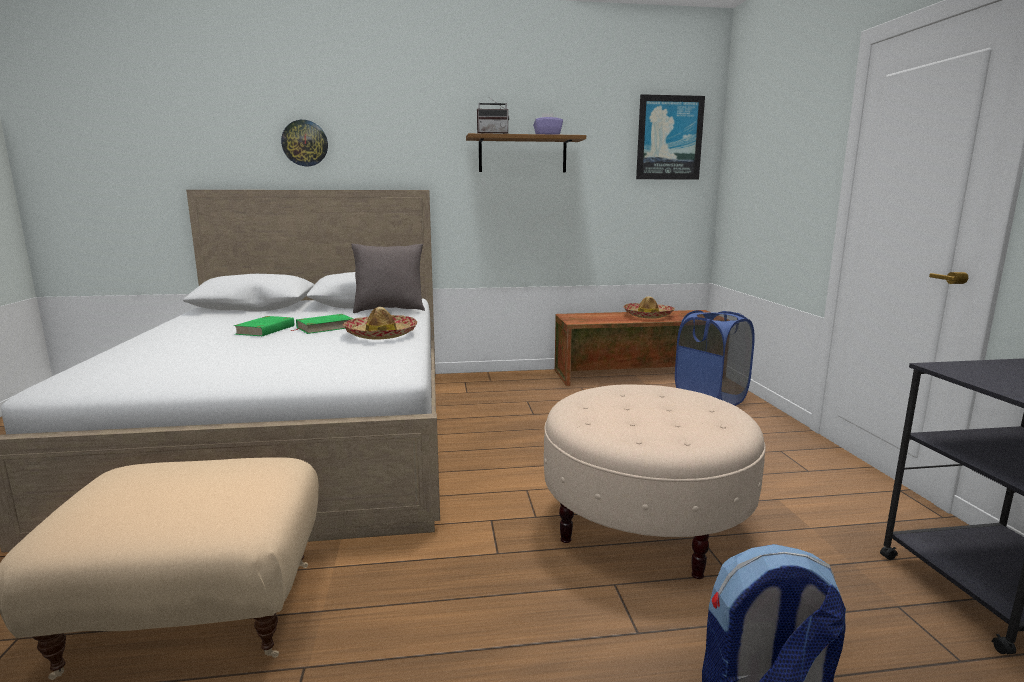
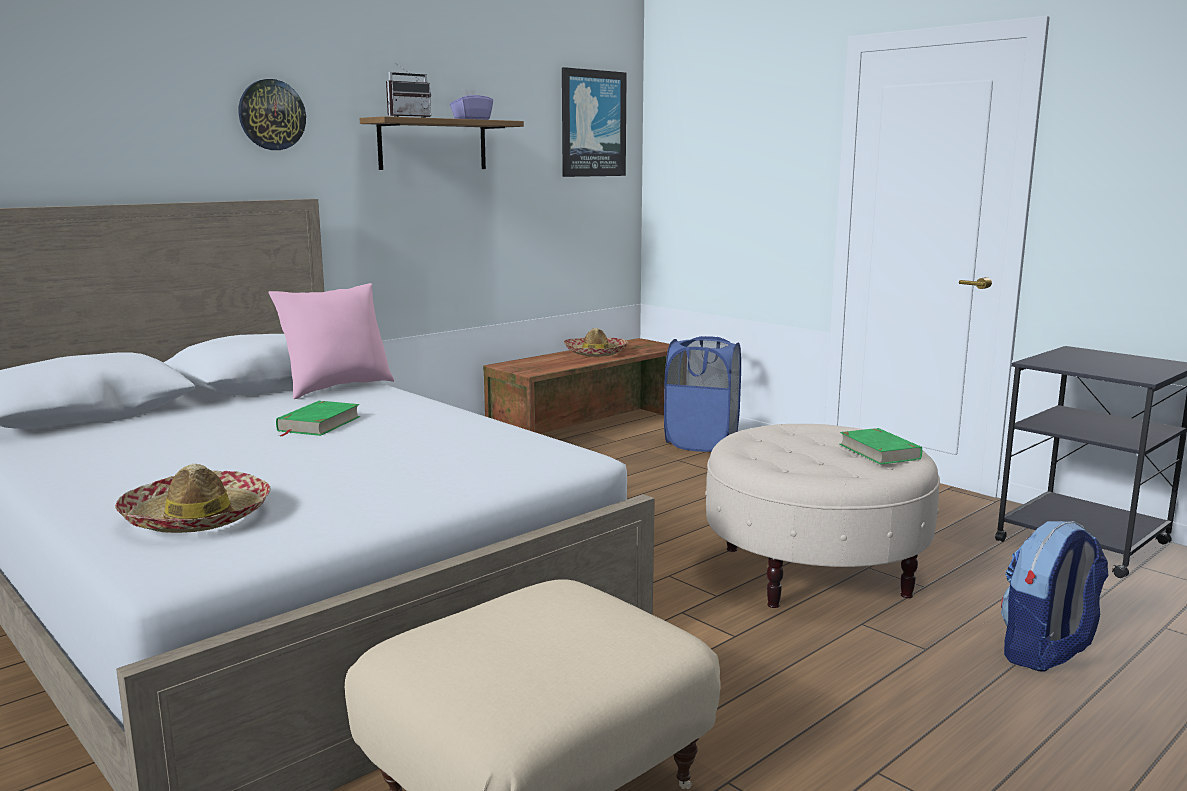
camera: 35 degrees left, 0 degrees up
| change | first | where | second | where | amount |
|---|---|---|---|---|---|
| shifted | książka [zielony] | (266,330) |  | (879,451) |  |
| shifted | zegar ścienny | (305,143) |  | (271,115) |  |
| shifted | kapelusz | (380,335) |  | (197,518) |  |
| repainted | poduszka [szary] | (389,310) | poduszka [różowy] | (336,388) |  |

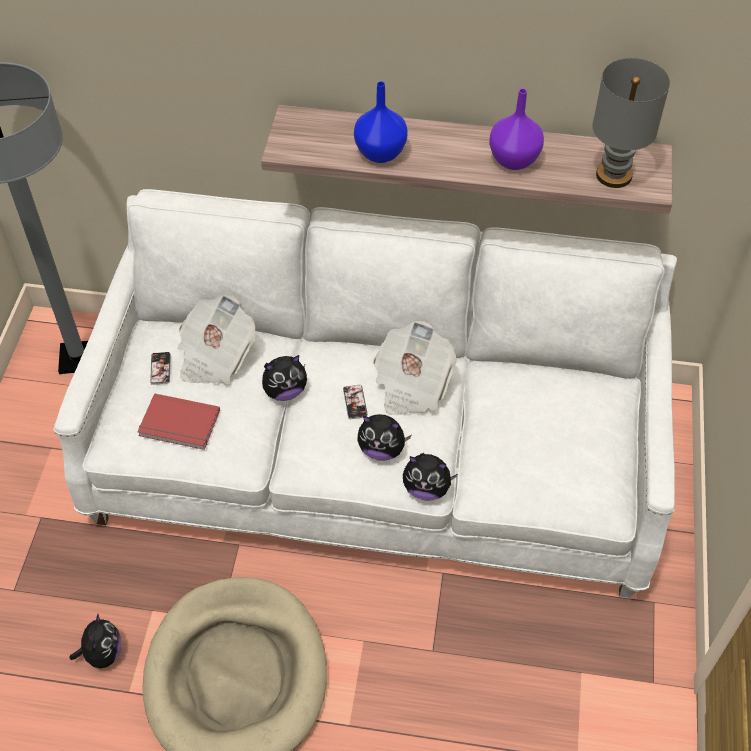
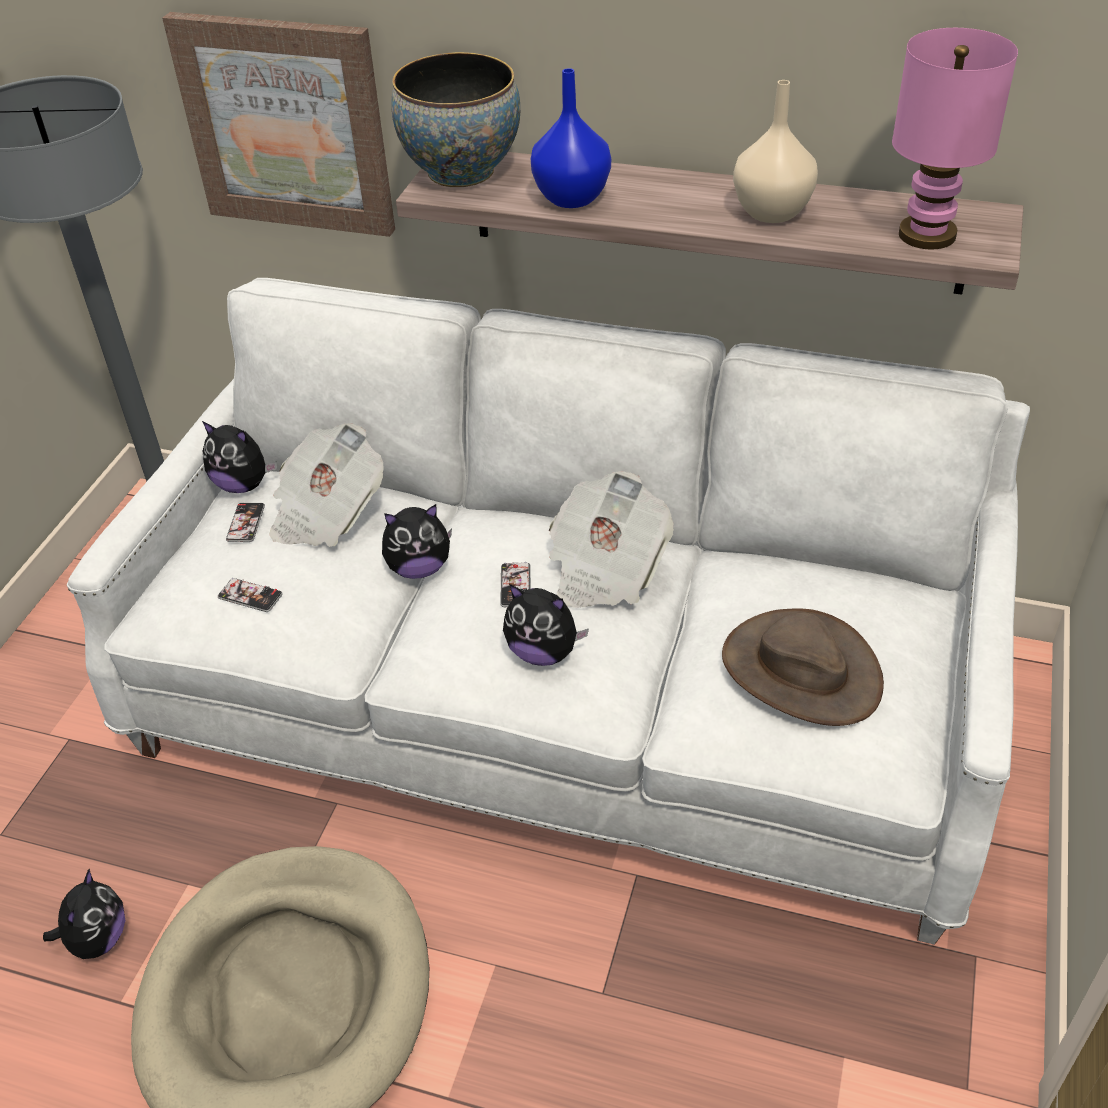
camera: 10 degrees right, 10 degrees down
| change | first | where | second | where | amount |
|---|---|---|---|---|---|
| new |  |  | obraz | (287,124) |  |
| new |  |  | miska | (461,172) |  |
| new |  |  | kapelusz [brązowy] | (800,671) |  |
| shifted | pluszak | (426,488) |  | (243,485) |  |
| swapped | książka [czerwony] | (179,425) | telefon | (250,596) |  |
| repainted | wazon [fioletowy] | (513,161) | wazon [beżowy] | (771,213) |  |
| repainted | lampa stołowa [szary] | (613,175) | lampa stołowa [różowy] | (925,235) |  |

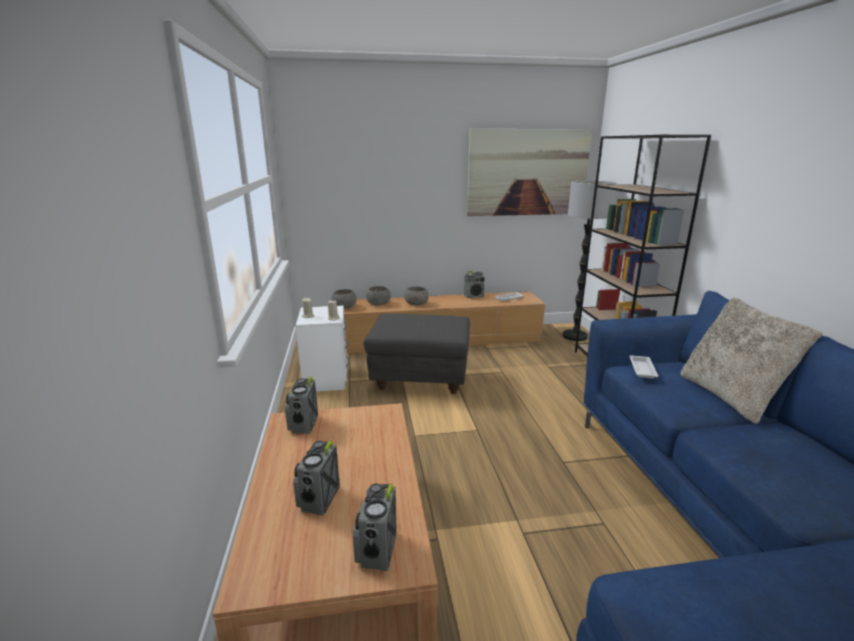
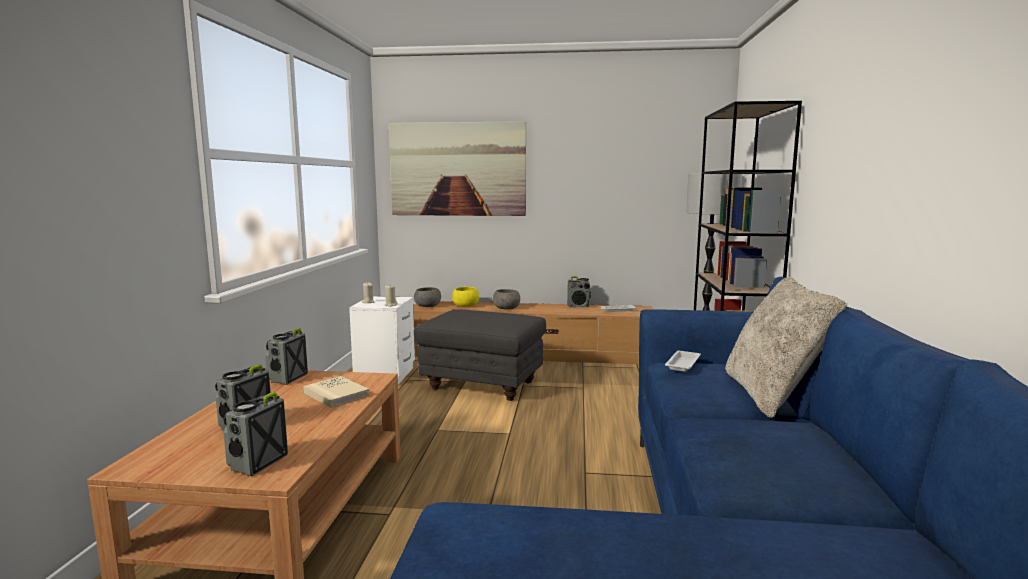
camera: 15 degrees right, 10 degrees down
| change | first | where | second | where | amount |
|---|---|---|---|---|---|
| new |  |  | książka [beżowy] | (336,394) |  |
| shifted | obraz | (527,172) |  | (458,169) |  |
| repainted | miska [szary] | (378,304) | miska [żółty] | (465,306) |  |

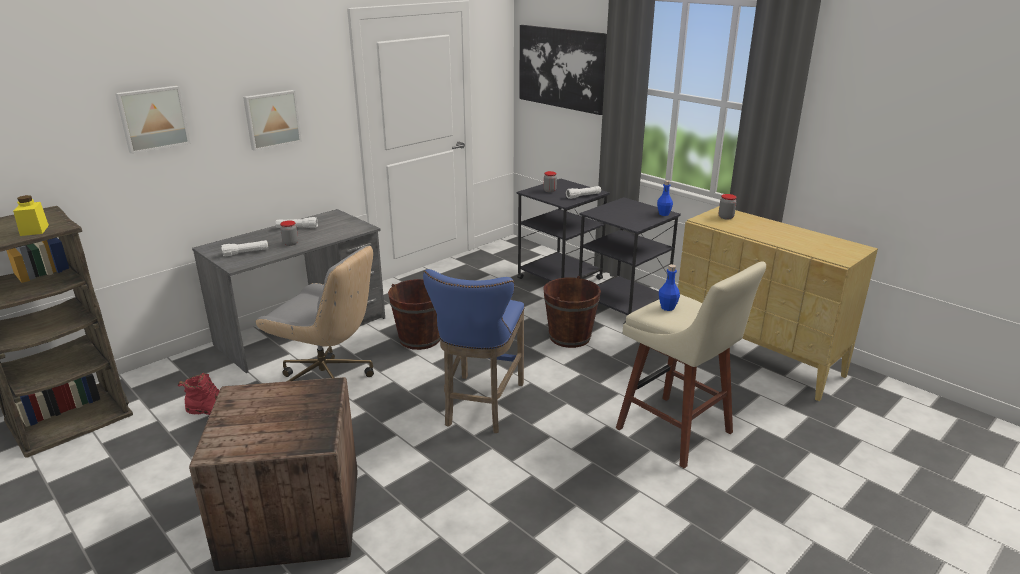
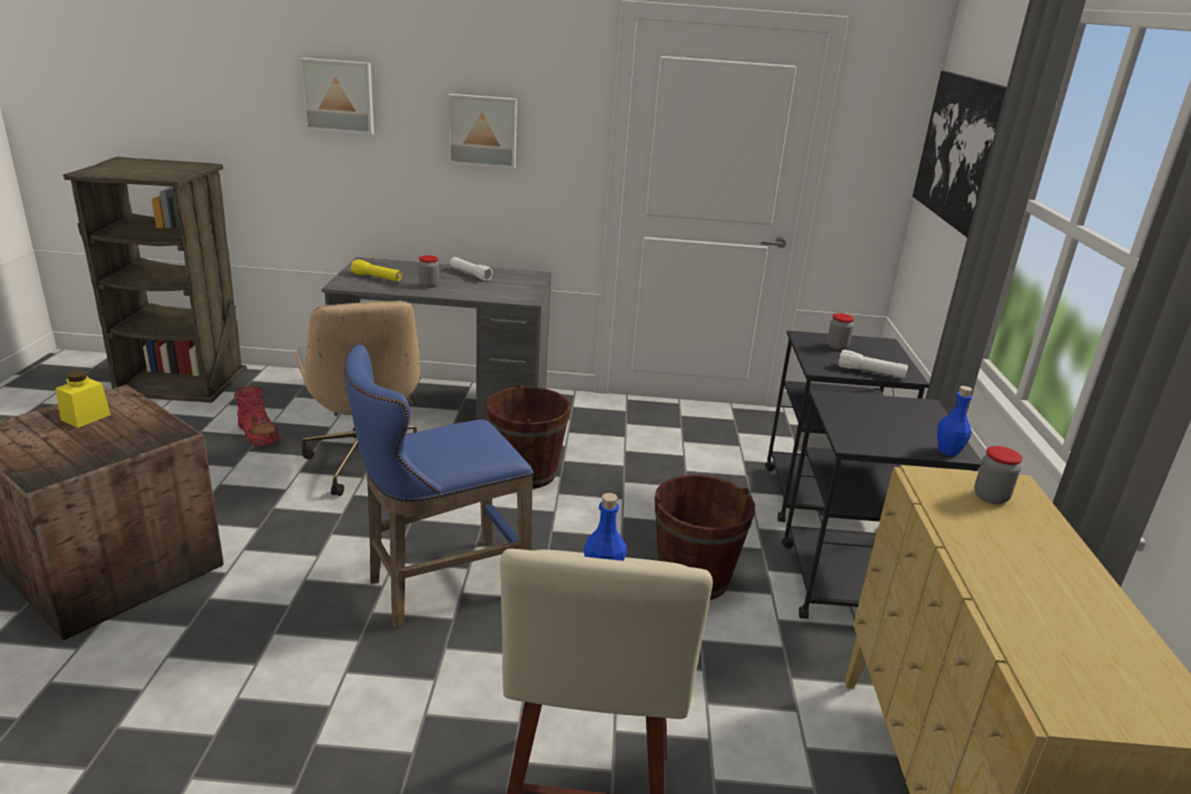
camera: 45 degrees right, 0 degrees up
| change | first | where | second | where | amount |
|---|---|---|---|---|---|
| shifted | słoik [żółty] | (34,230) |  | (86,417) |  |
| repainted | latarka [biały] | (246,253) | latarka [żółty] | (377,278) |  |

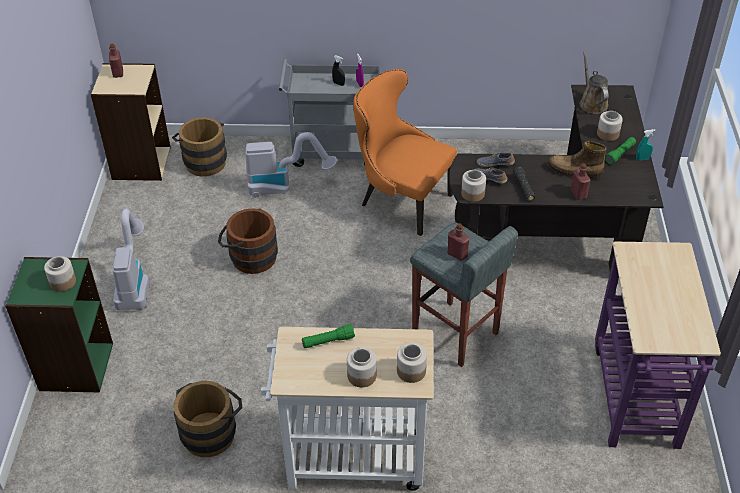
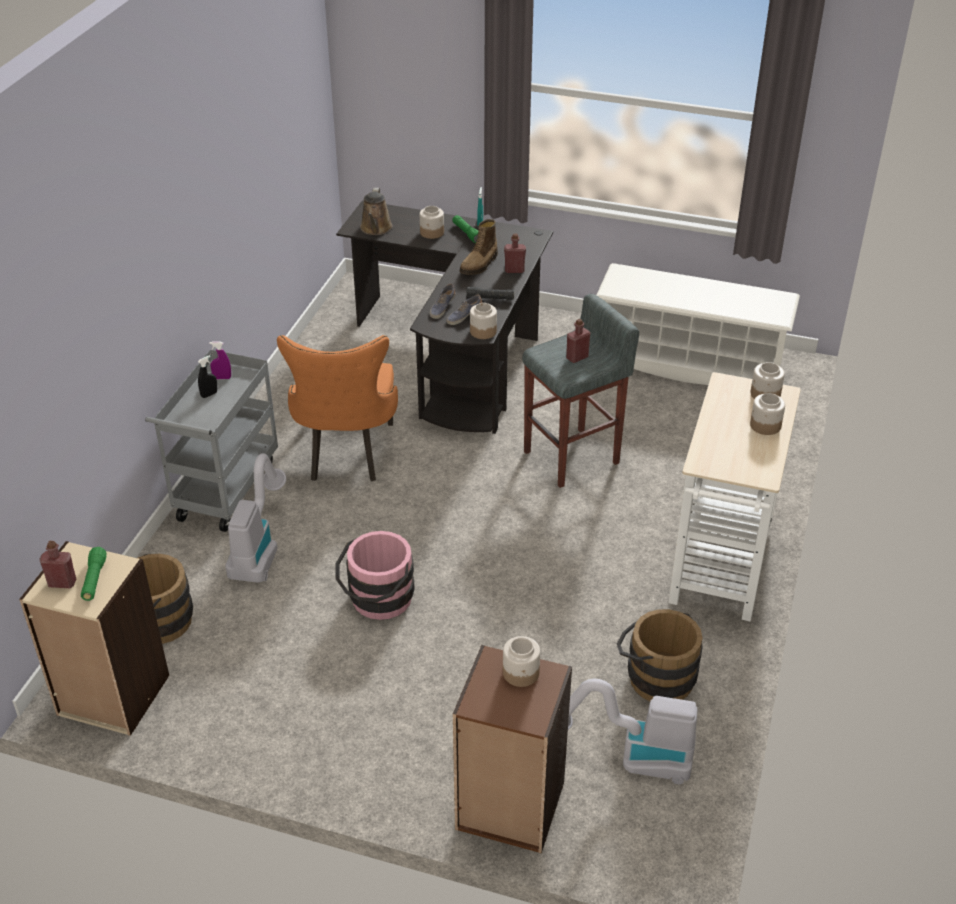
camera: 75 degrees left, 5 degrees down
| change | first | where | second | where | amount |
|---|---|---|---|---|---|
| shifted | odkurzacz | (134,282) |  | (631,758) |  |
| shifted | latarka [zielony] | (328,341) |  | (94,580) |  |
| swapped | wózek [fioletowy] | (635,398) | regał na buty [biały] | (689,366) |  |
| repainted | regał [zielony] | (75,366) | regał [brązowy] | (509,807) |  |
| repainted | wiadro [brązowy] | (249,257) | wiadro [różowy] | (378,601) |  |
| rotated | krzesło [pomarańczowy] | (402,201) |  | (346,453) | 45 degrees counterclockwise |
| rotated | konewka [brązowy] | (592,103) |  | (376,229) | 90 degrees counterclockwise |

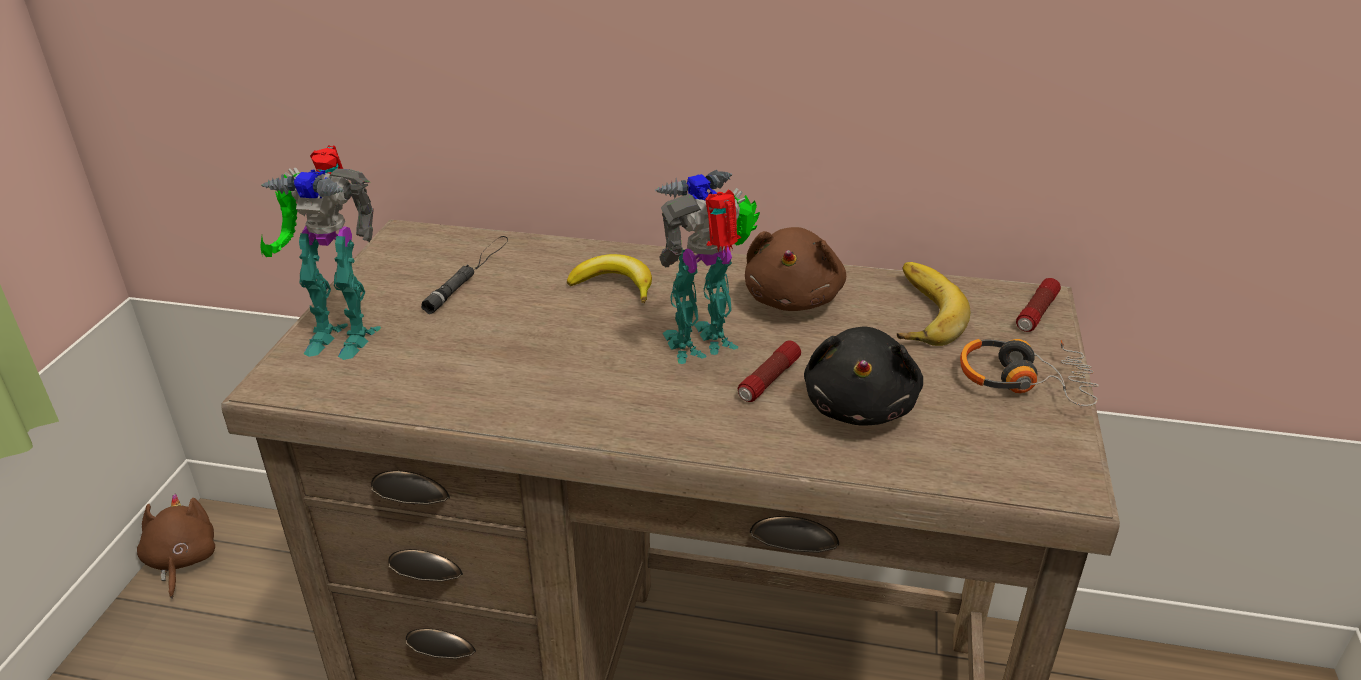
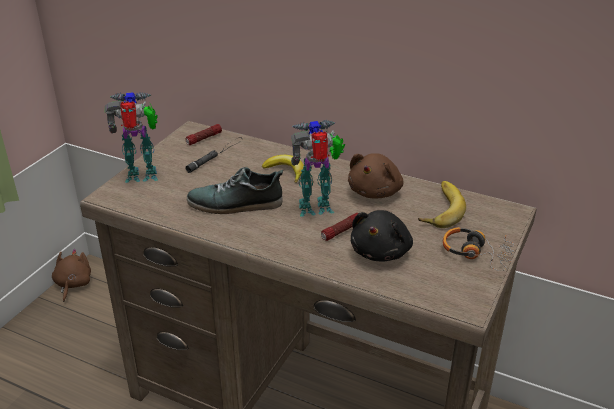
camera: 15 degrees right, 0 degrees up
| change | first | where | second | where | amount |
|---|---|---|---|---|---|
| new |  |  | but | (235,204) |  |
| shifted | latarka | (1036,313) |  | (204,139) |  |
| rotated | robot zabawkowy | (340,334) |  | (143,176) | 150 degrees clockwise |

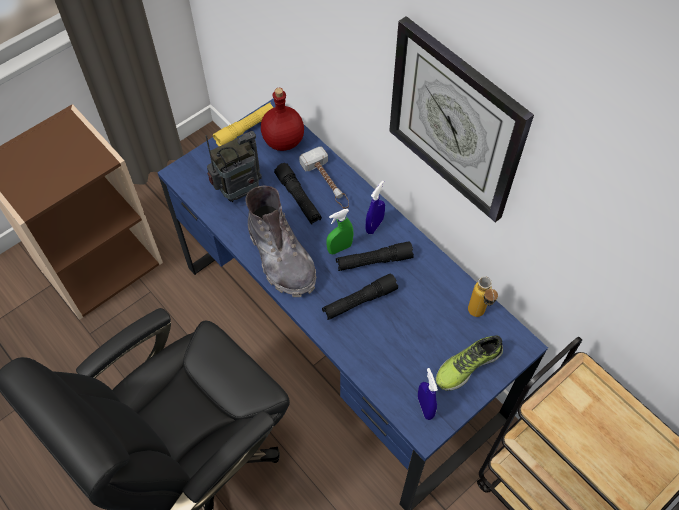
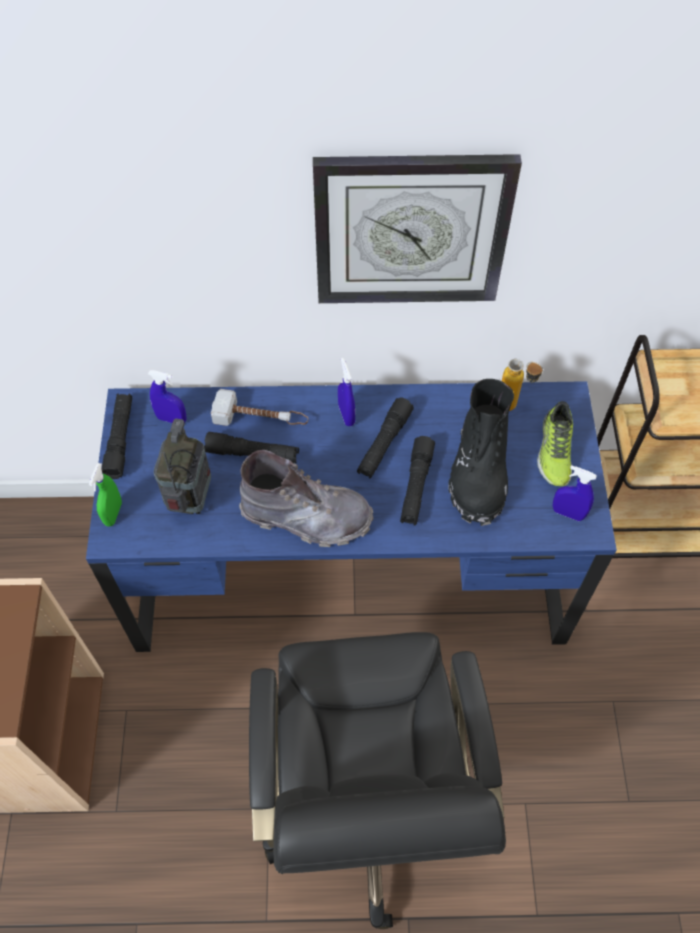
camera: 50 degrees left, 0 degrees up
| change | first | where | second | where | amount |
|---|---|---|---|---|---|
| new |  |  | but z cholewką [czarny] | (479,471) |  |
| shifted | spryskiwacz [zielony] | (339,248) |  | (113,513) |  |
| swapped | butelka [czerwony] | (283,141) | spryskiwacz [niebieski] | (171,419) |  |
| repainted | latarka [żółty] | (246,129) | latarka [czarny] | (120,439) |  |

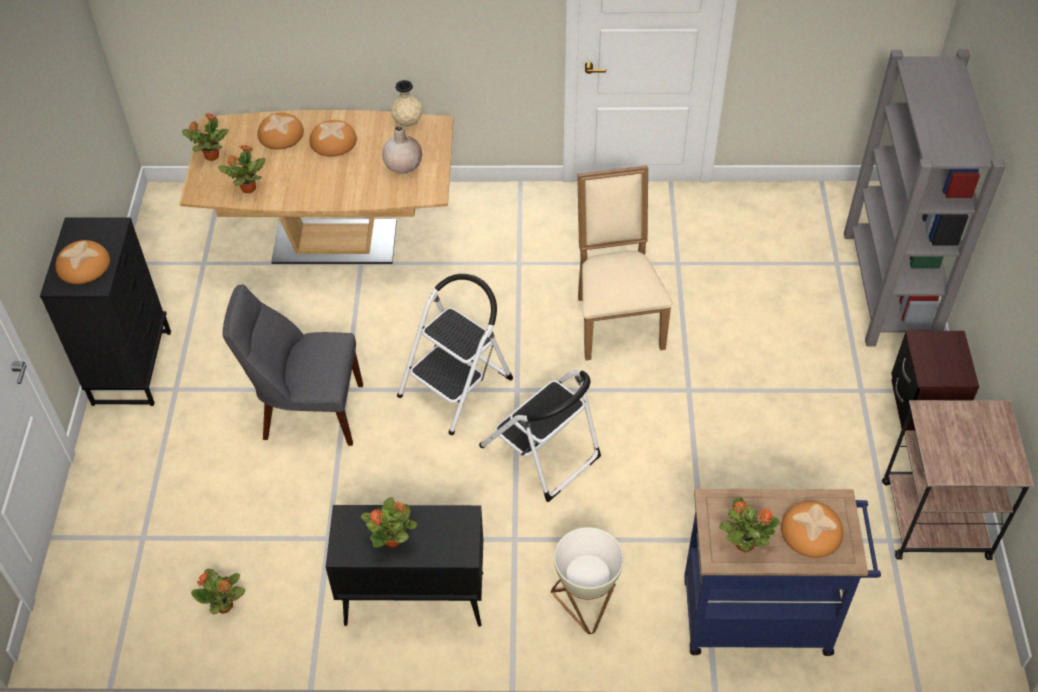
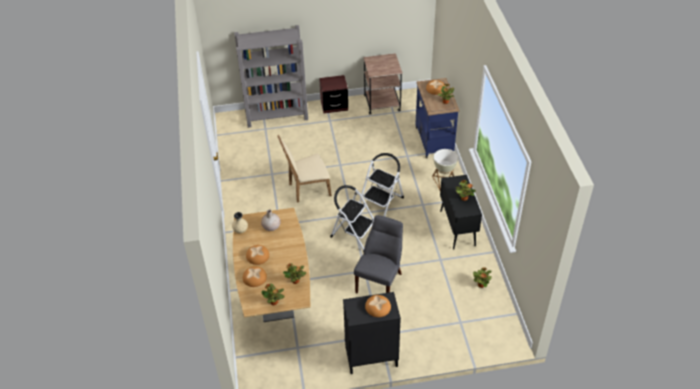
camera: 100 degrees left, 5 degrees down
| change | first | where | second | where | amount |
|---|---|---|---|---|---|
| rotated | krzesło [szary] | (308,411) |  | (380,281) | 150 degrees counterclockwise |

